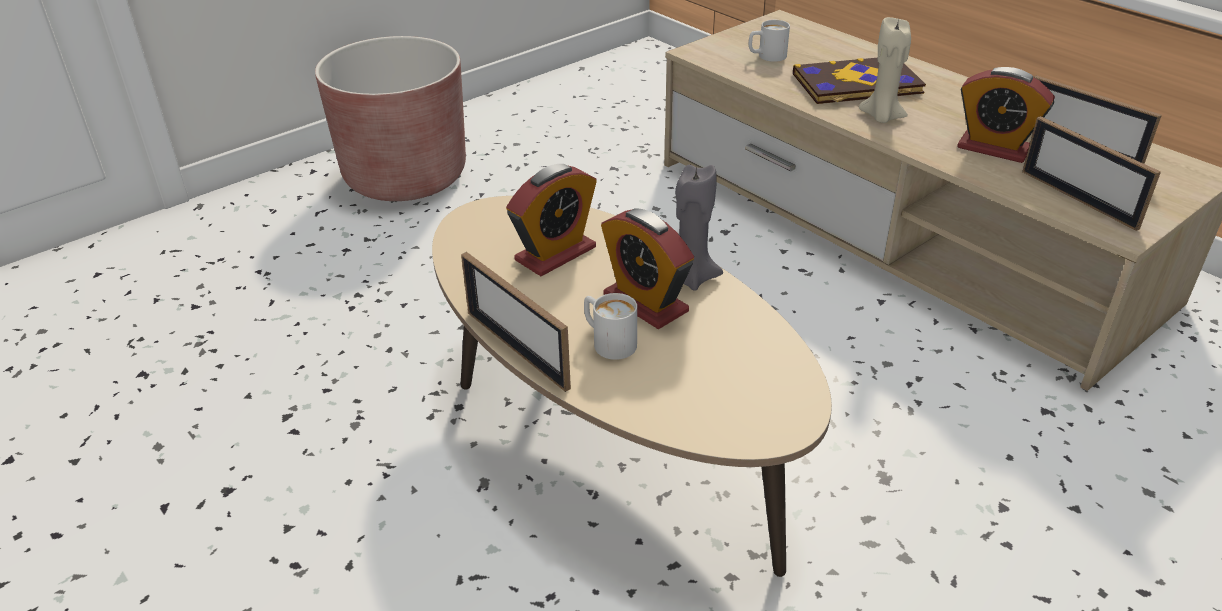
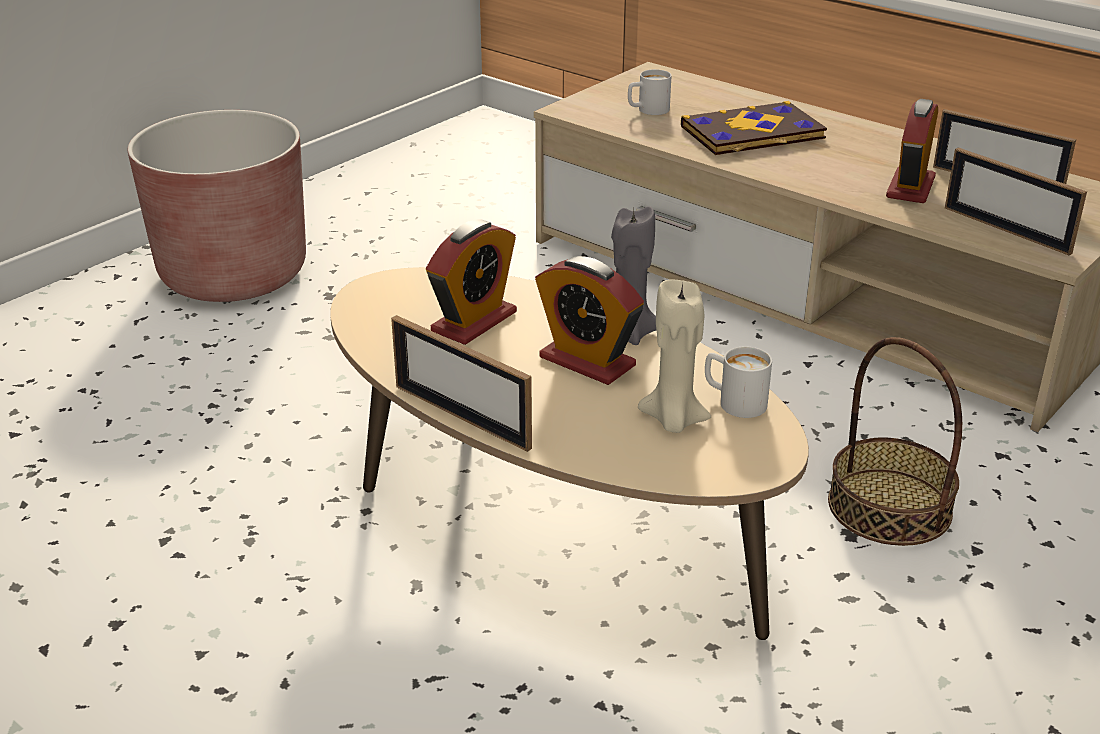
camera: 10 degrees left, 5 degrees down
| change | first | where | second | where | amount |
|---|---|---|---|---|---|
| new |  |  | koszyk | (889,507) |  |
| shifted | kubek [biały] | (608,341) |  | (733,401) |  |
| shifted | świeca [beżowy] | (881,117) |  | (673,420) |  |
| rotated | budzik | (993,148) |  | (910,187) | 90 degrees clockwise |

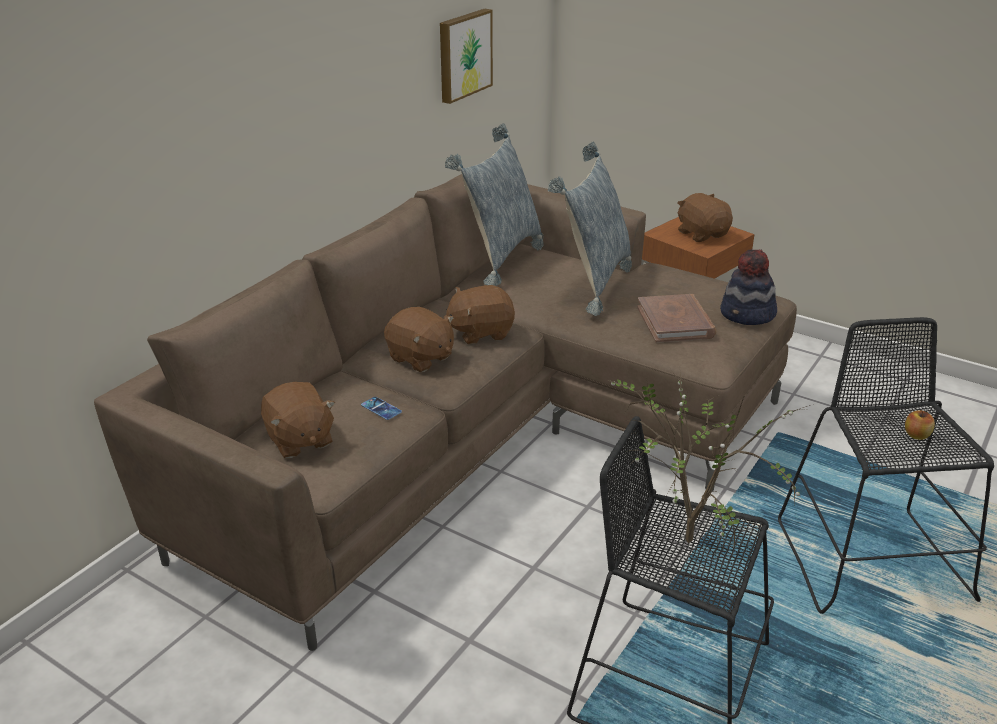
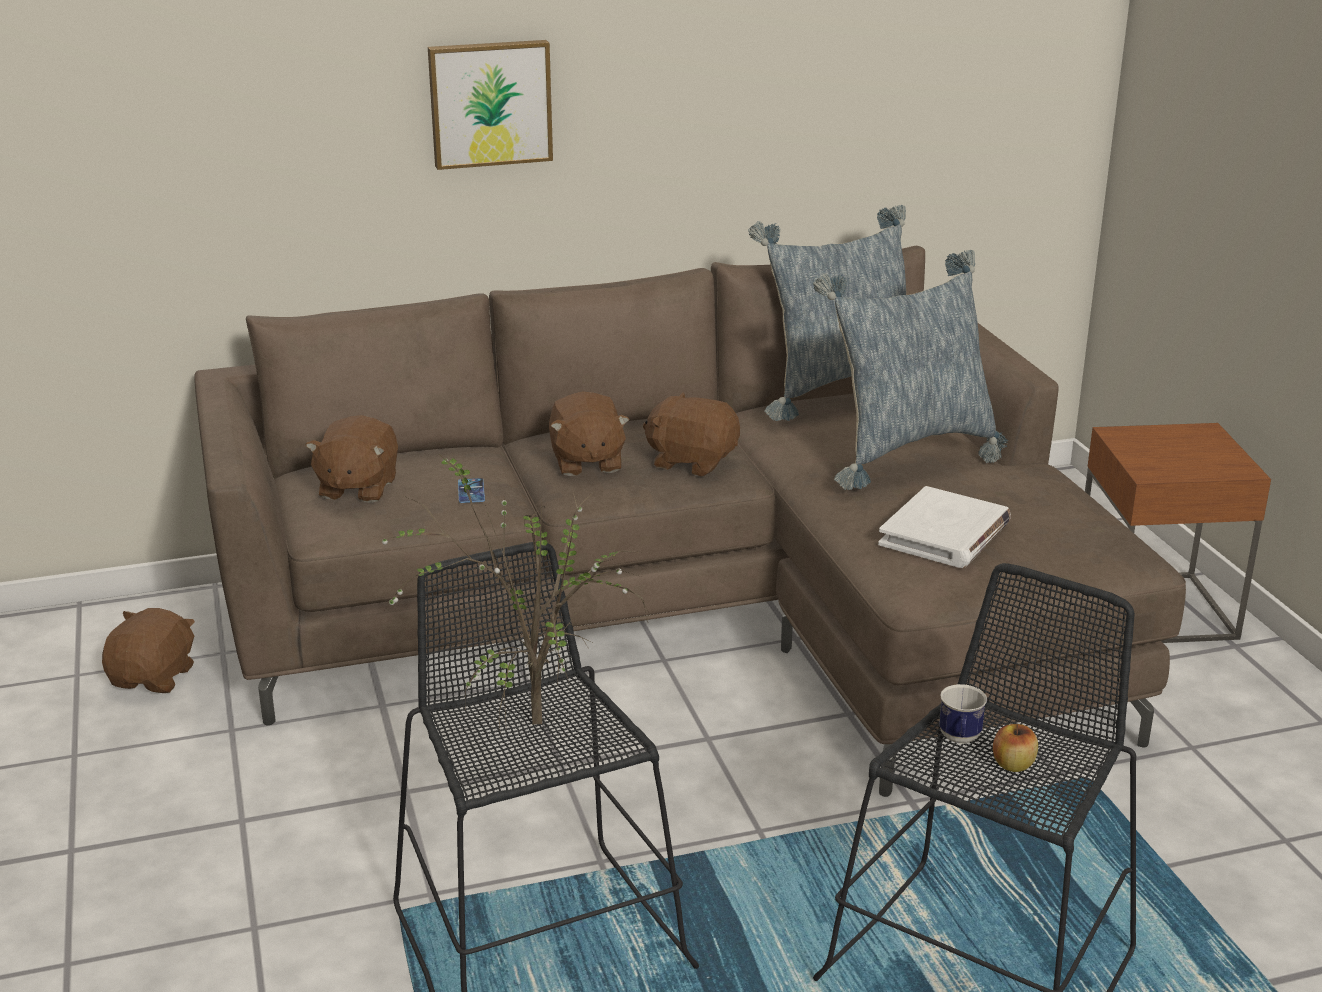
camera: 40 degrees right, 5 degrees down
| change | first | where | second | where | amount |
|---|---|---|---|---|---|
| gone | kapelusz | (747,315) |  |  |  |
| new |  |  | kubek | (959,740) |  |
| shifted | obraz | (463,55) |  | (490,103) |  |
| shifted | pluszak [brązowy] | (702,234) |  | (154,677) |  |
| repainted | książka [brązowy] | (675,322) | książka [biały] | (945,534) |  |

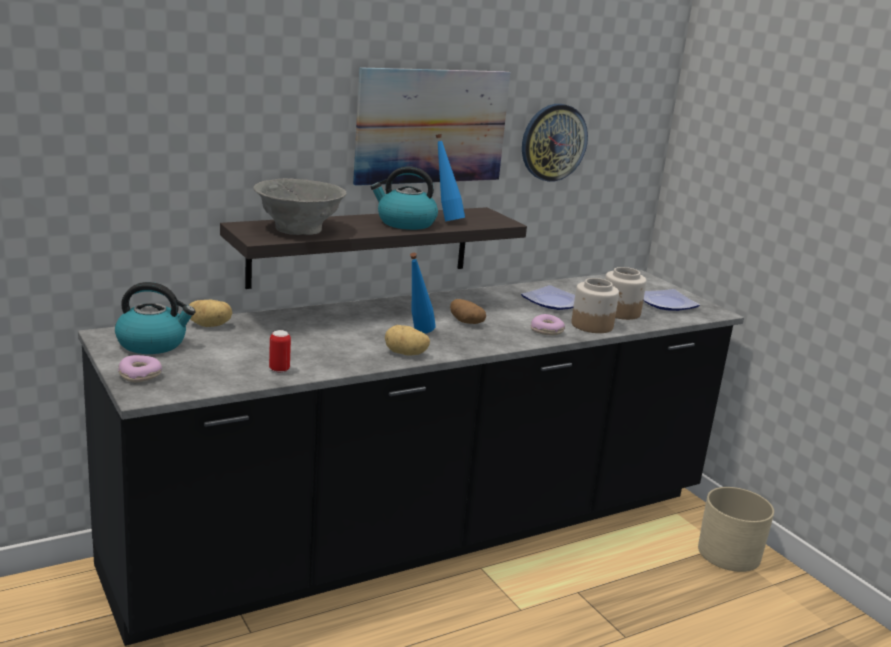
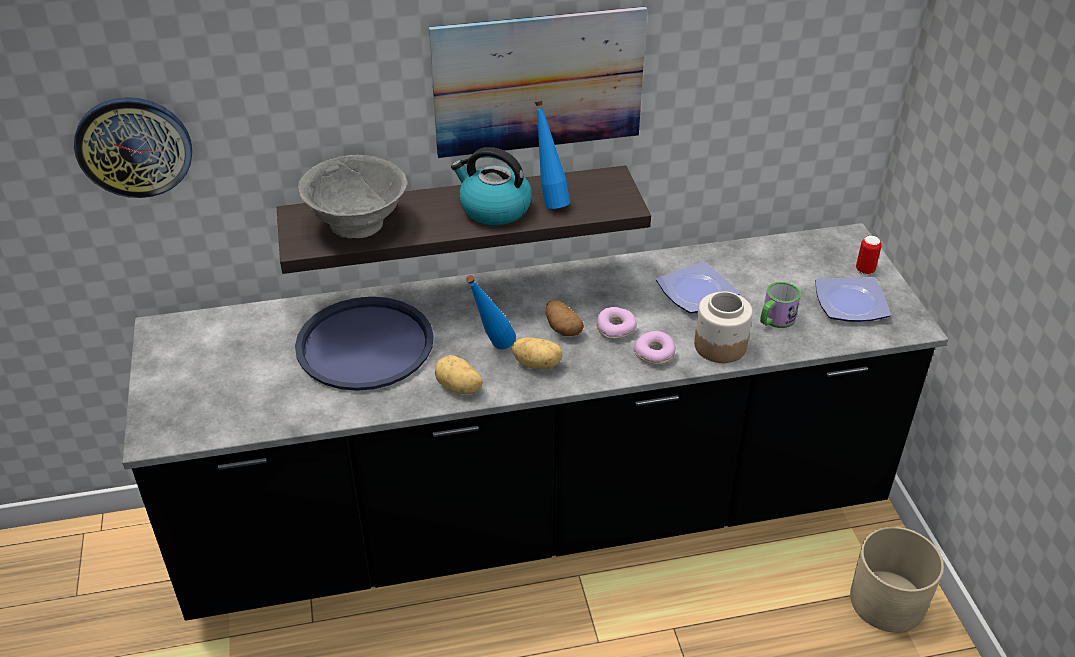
camera: 20 degrees right, 20 degrees up
| change | first | where | second | where | amount |
|---|---|---|---|---|---|
| gone | czajnik | (153,344) |  |  |  |
| new |  |  | taca [niebieski] | (365,344) |  |
| shifted | donut | (140,375) |  | (615,328) |  |
| shifted | ziemniak | (209,325) |  | (537,364) |  |
| shifted | puszka | (279,370) |  | (865,270) |  |
| shifted | zegar ścienny | (553,142) |  | (134,146) |  |
| swapped | słoik | (620,312) | kubek | (774,320) |  |

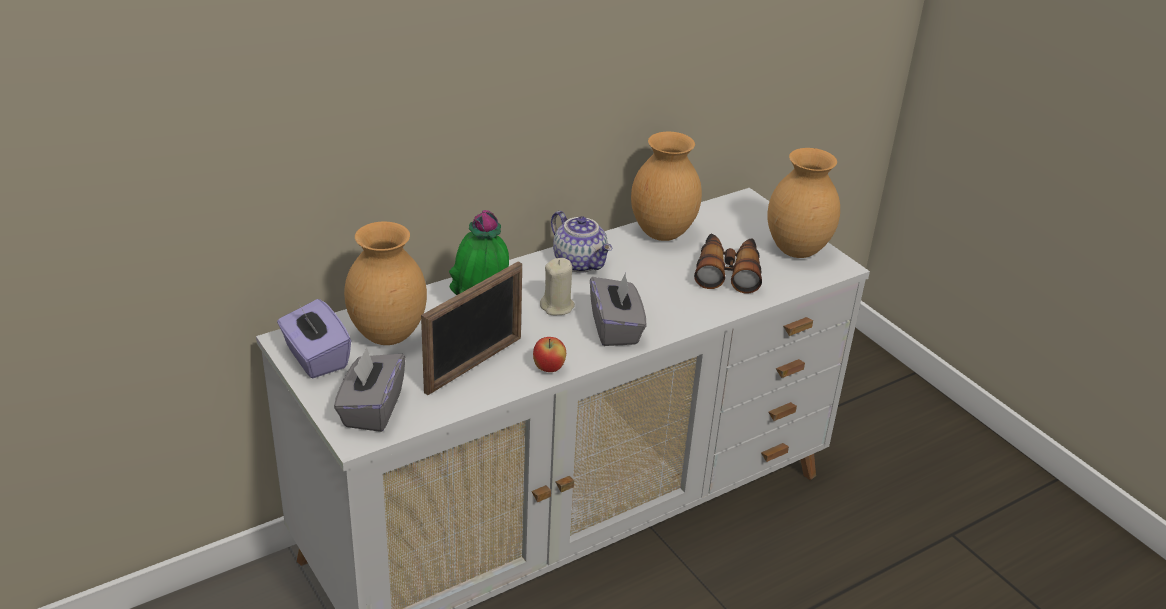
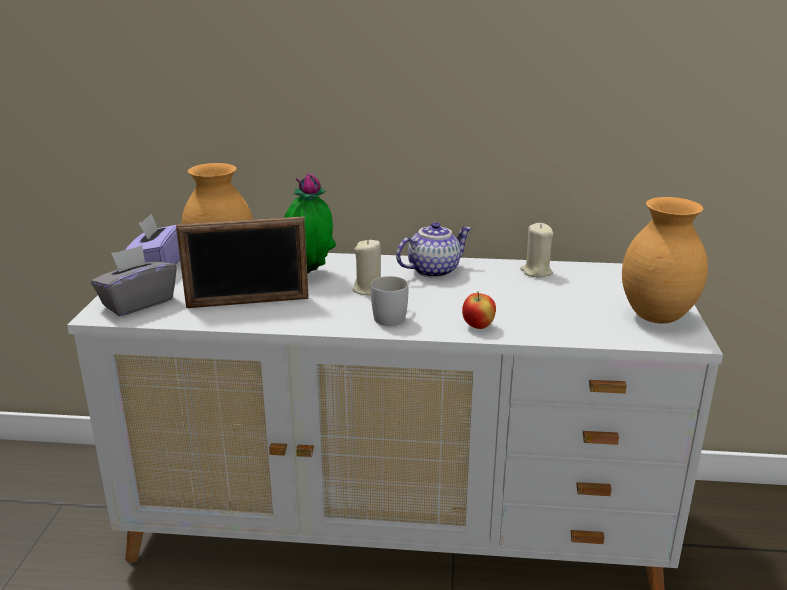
camera: 40 degrees right, 10 degrees down
| change | first | where | second | where | amount |
|---|---|---|---|---|---|
| gone | lornetka | (728,271) |  |  |  |
| shifted | jabłko | (549,368) |  | (478,326) |  |
| swapped | pudełko chusteczek [szary] | (616,328) | kubek [biały] | (393,316) |  |
| swapped | wazon [brązowy] | (663,233) | świeca [beżowy] | (536,272) |  |
| rotated | imbryk | (581,263) |  | (433,270) | 120 degrees counterclockwise |

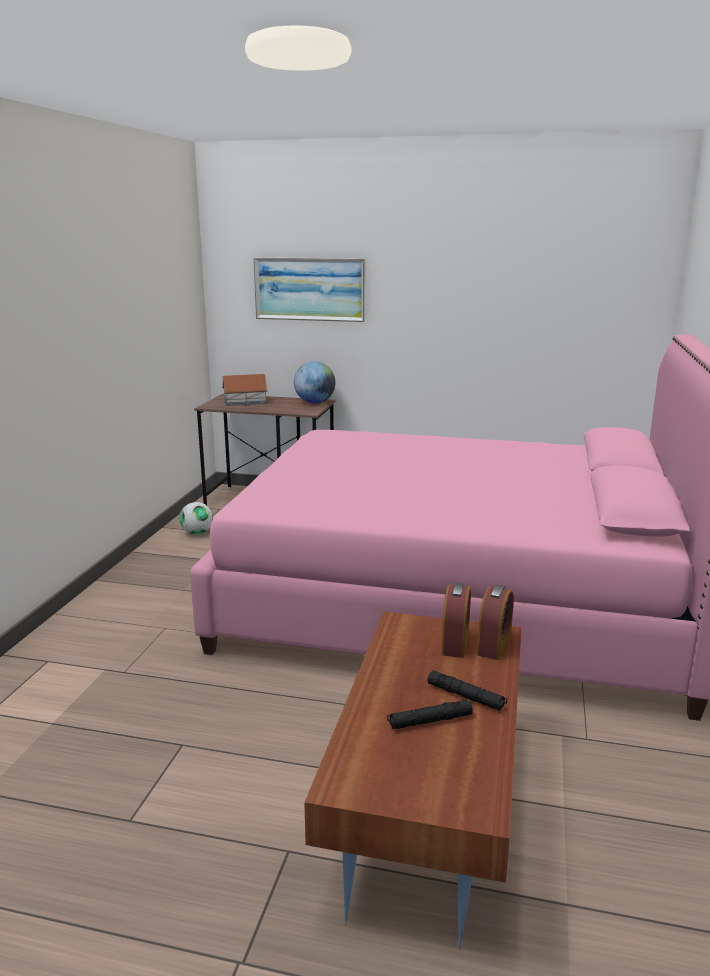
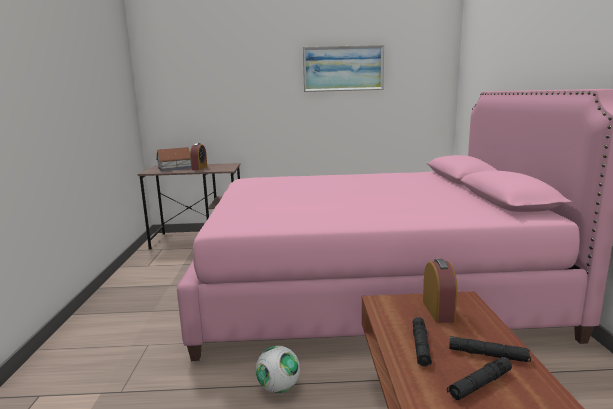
camera: 15 degrees left, 5 degrees down
| change | first | where | second | where | amount |
|---|---|---|---|---|---|
| gone | globus | (315,402) |  |  |  |
| new |  |  | latarka [czarny] | (420,346) |  |
| shifted | piłka futbolowa | (197,533) |  | (278,388) |  |
| shifted | obraz | (310,289) |  | (343,68) |  |
| shifted | budzik | (494,645) |  | (199,168) |  |

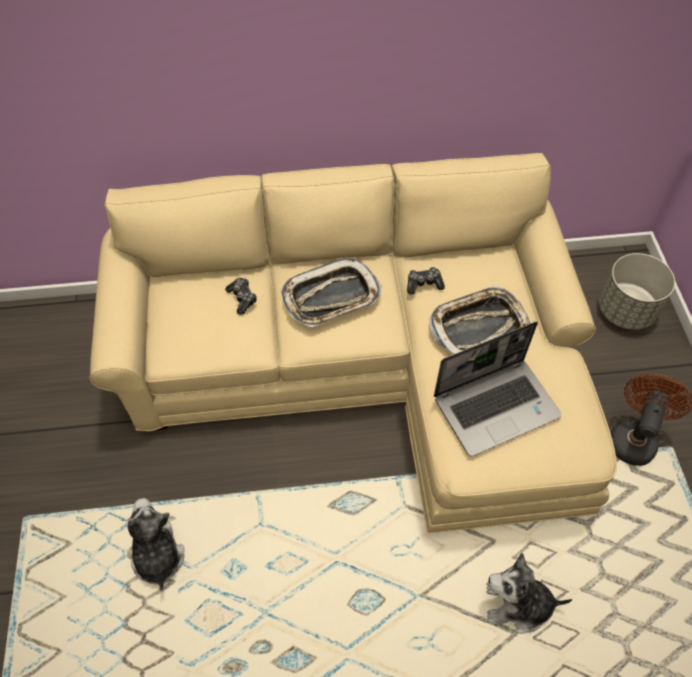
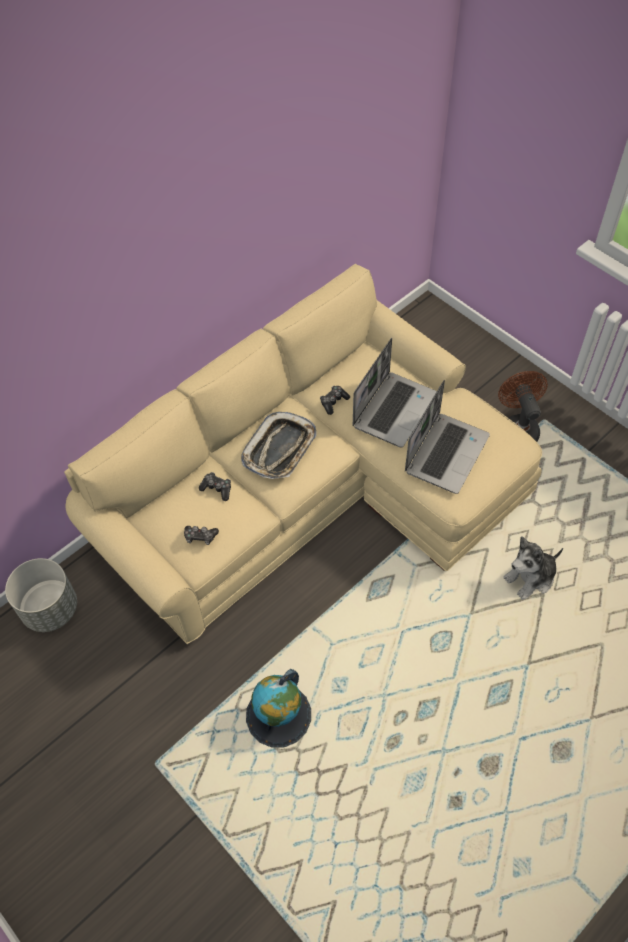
camera: 35 degrees left, 0 degrees up
| change | first | where | second | where | amount |
|---|---|---|---|---|---|
| new |  |  | pad do gier | (200,537) |  |
| shifted | donica [szary] | (625,310) |  | (50,608) |  |
| swapped | pluszak | (157,556) | globus | (279,715) |  |
| swapped | taca | (479,327) | laptop | (394,409) |  |

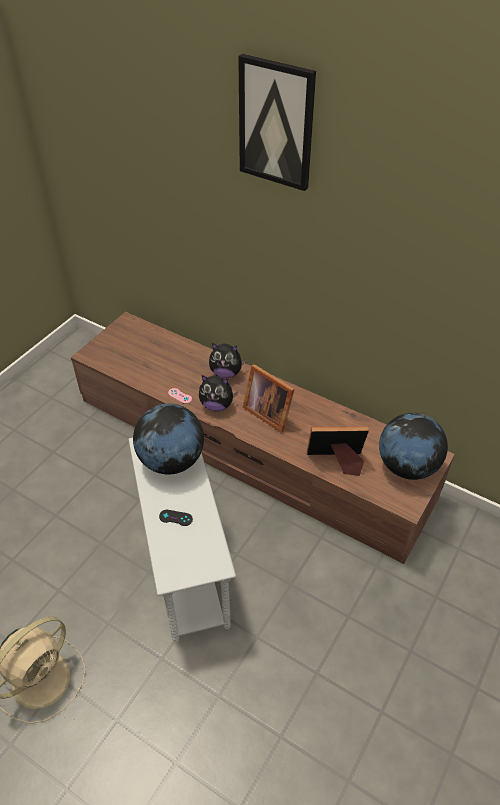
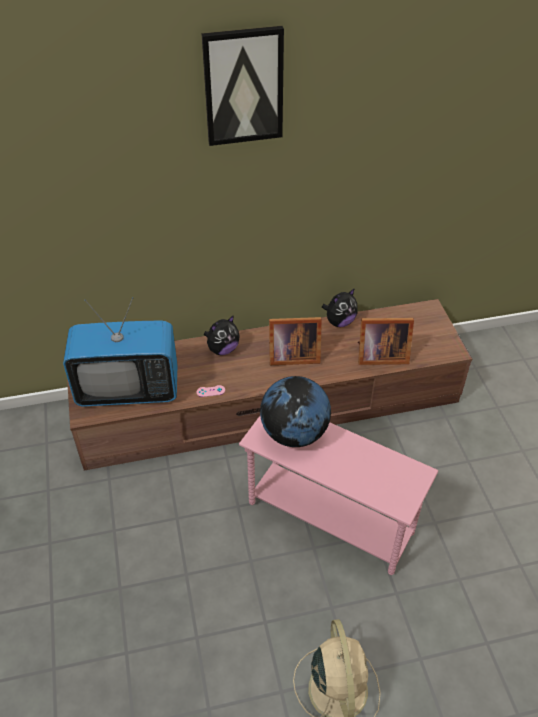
camera: 45 degrees left, 0 degrees up
| change | first | where | second | where | amount |
|---|---|---|---|---|---|
| gone | pad do gier [czarny] | (175,518) |  |  |  |
| gone | globus | (407,466) |  |  |  |
| new |  |  | telewizor | (128,389) |  |
| shifted | pluszak | (217,405) |  | (339,322) |  |
| repainted | stolik [biały] | (184,563) | stolik [różowy] | (329,519) |  |
| rotated | ramka na zdjęcie | (337,462) |  | (380,356) | 135 degrees counterclockwise |

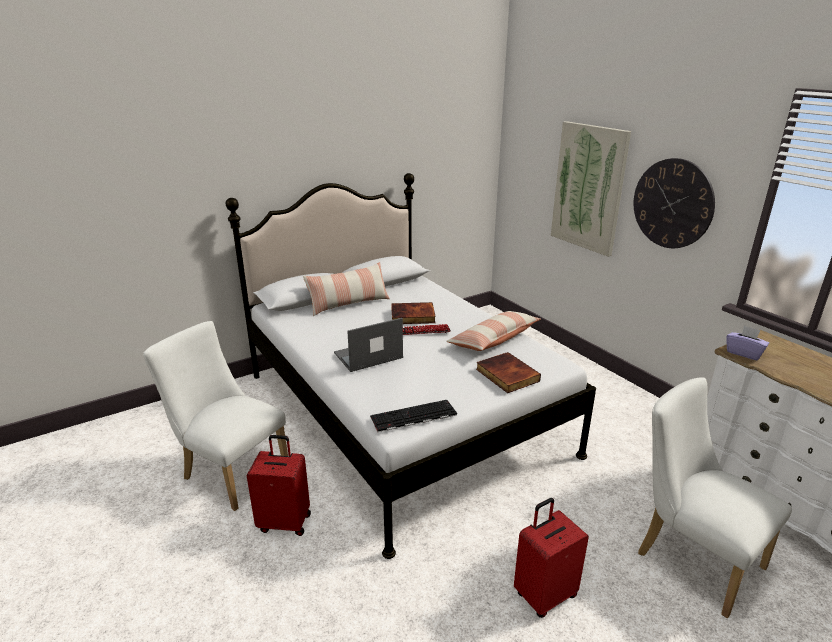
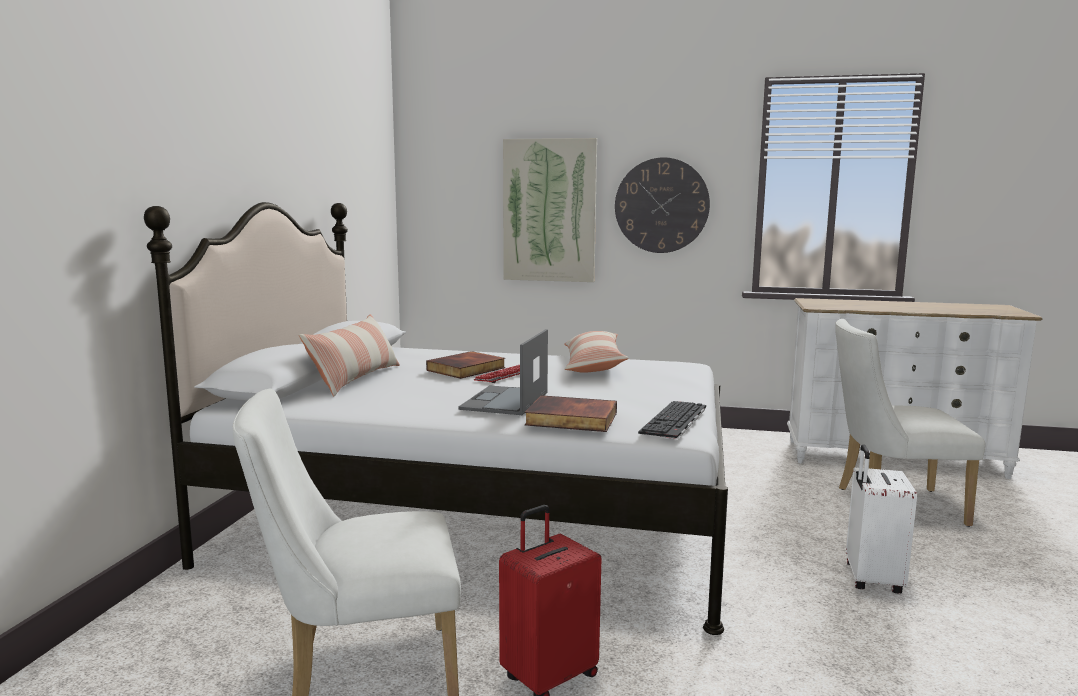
camera: 45 degrees left, 15 degrees down
| change | first | where | second | where | amount |
|---|---|---|---|---|---|
| gone | pudełko chusteczek [fioletowy] | (744,353) |  |  |  |
| shifted | książka | (506,375) |  | (570,419) |  |
| repainted | walizka [czerwony] | (544,594) | walizka [biały] | (871,579) |  |

